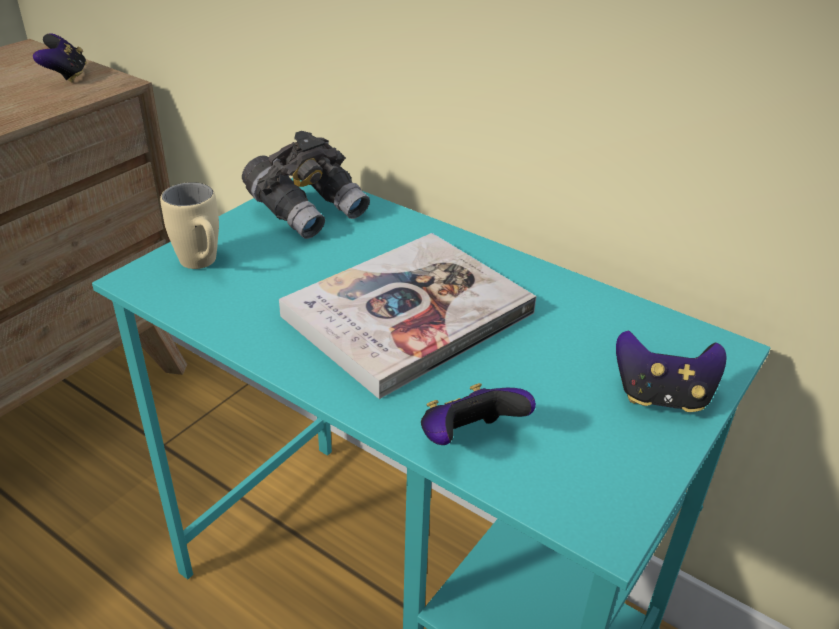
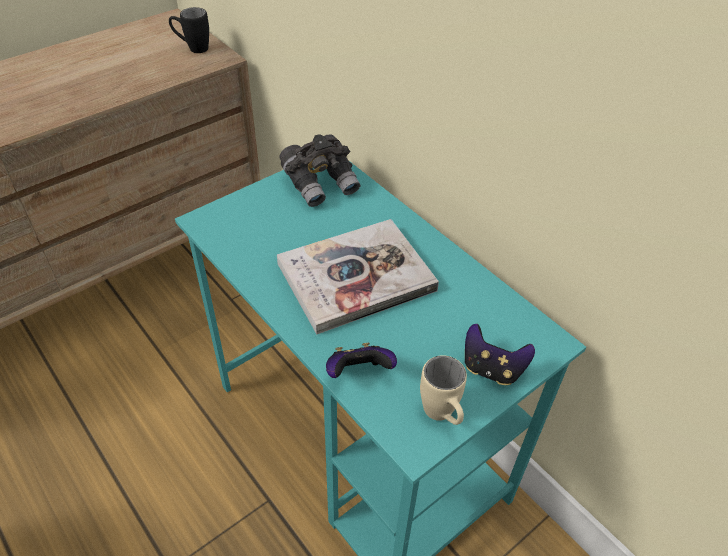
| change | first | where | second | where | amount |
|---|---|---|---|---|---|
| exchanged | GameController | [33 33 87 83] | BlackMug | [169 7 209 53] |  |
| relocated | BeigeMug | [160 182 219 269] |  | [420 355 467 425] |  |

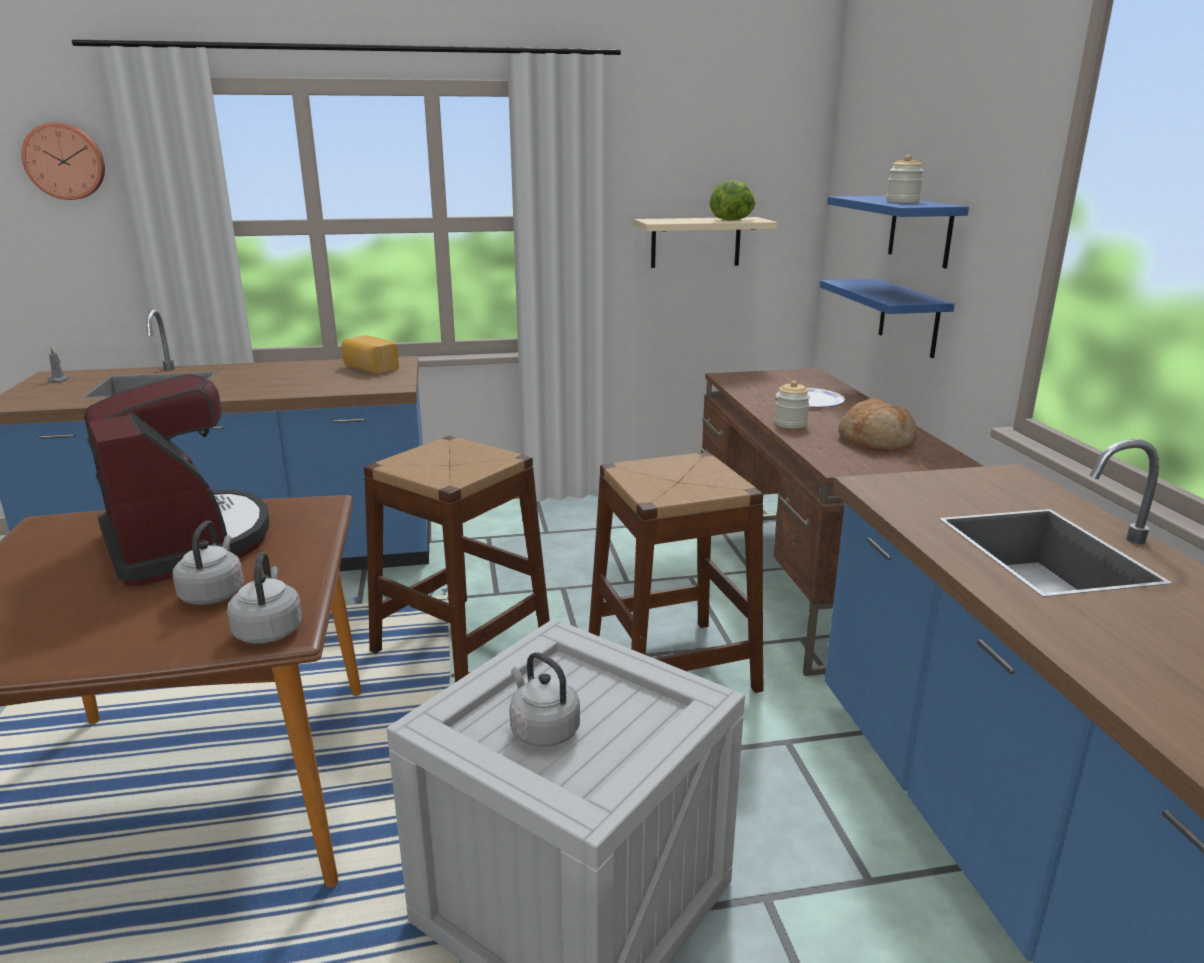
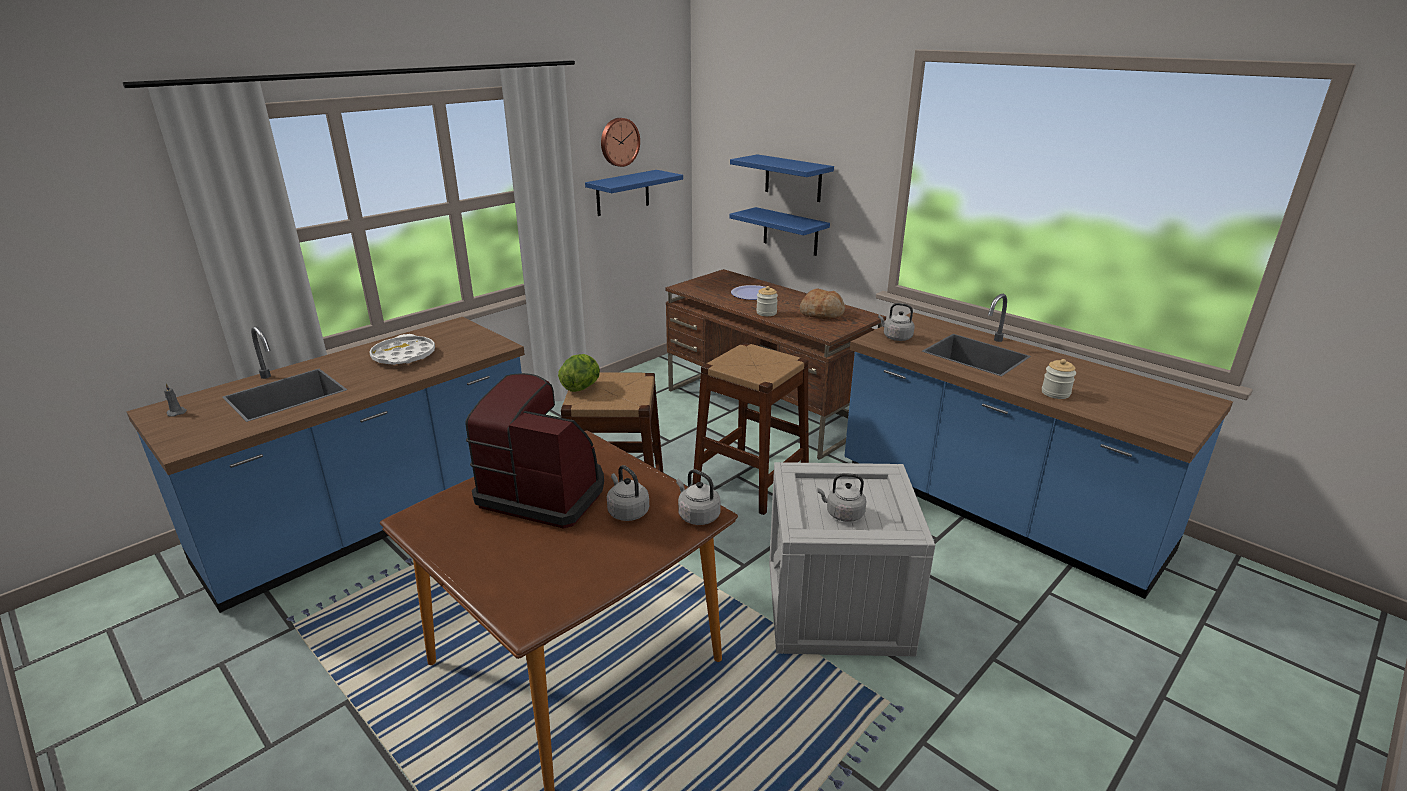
| change | first | where | second | where | amount |
|---|---|---|---|---|---|
| appeared |  |  | WhiteTray | [369 334 435 365] |  |
| relocated | Lettuce | [710 180 756 220] |  | [558 354 600 392] |  |
| colour | BeigeShelf | [634 217 778 268] | BlueShelf | [585 170 683 216] |  |
| relocated | WallClock | [21 123 105 200] |  | [601 118 640 167] |  |
| appeared |  |  | GreyKettle | [878 303 915 341] |  |
| relocated | Jar | [886 155 924 203] |  | [1042 359 1076 399] |  |
| missing | Bread | [342 336 399 374] |  |  |  |

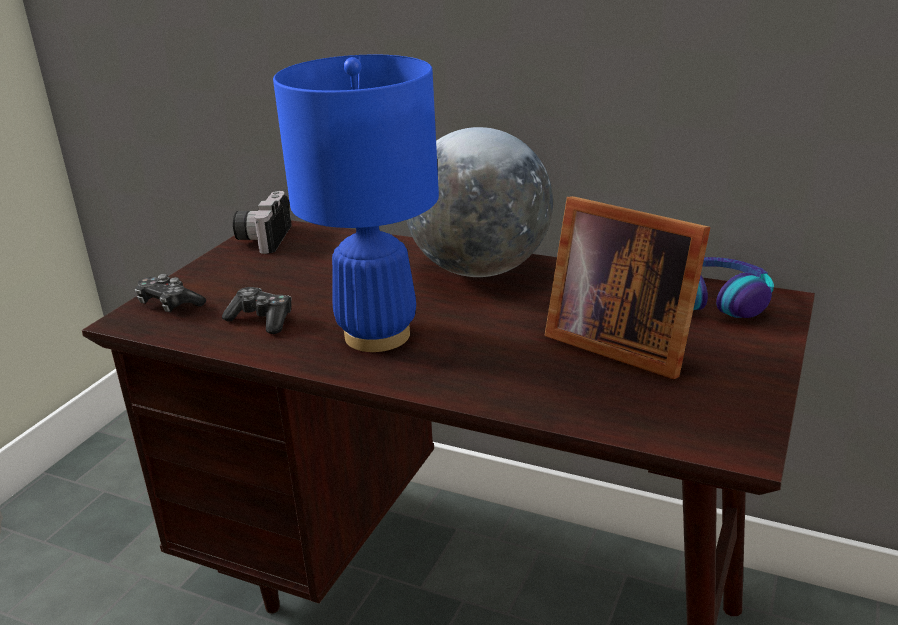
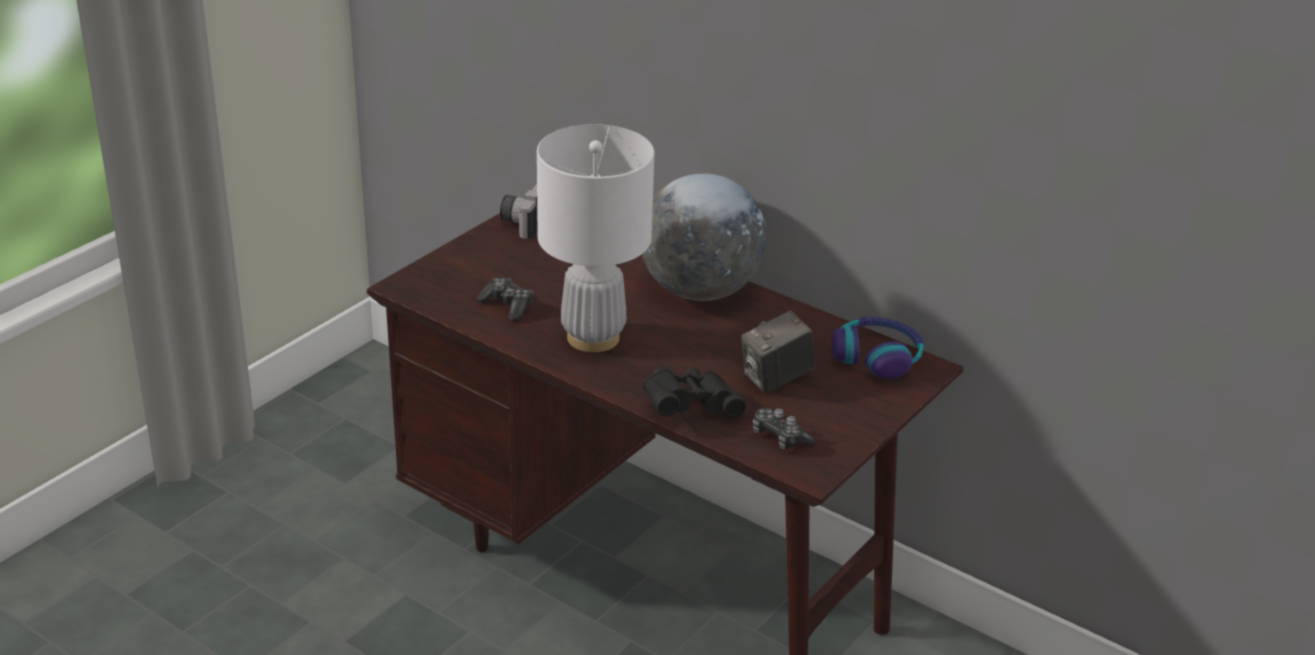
| change | first | where | second | where | amount |
|---|---|---|---|---|---|
| colour | BlueTableLamp | [273 55 439 352] | WhiteTableLamp | [537 124 654 352] |  |
| appeared |  |  | BlackBinoculars | [643 367 746 418] |  |
| exchanged | PictureFrame | [545 196 710 379] | PhotoCamera | [741 310 815 393] |  |
| relocated | GameController | [134 274 206 312] |  | [753 408 816 450] |  |

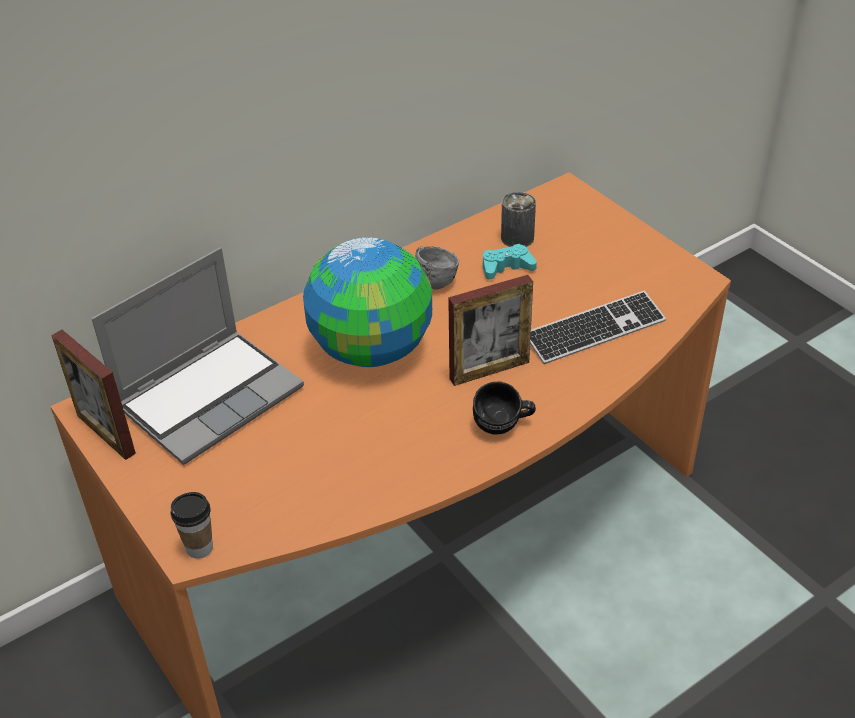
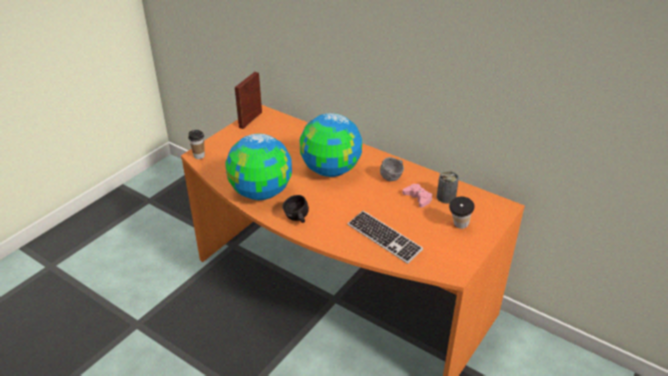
| change | first | where | second | where | amount |
|---|---|---|---|---|---|
| appeared |  |  | Globe | [225 134 292 200] |  |
| colour | TurquoiseGameController | [483 244 537 280] | PinkGameController | [402 184 432 208] |  |
| appeared |  |  | Cup | [449 196 474 229] |  |
| missing | Laptop | [91 247 304 465] |  |  |  |
| missing | PictureFrame | [448 275 533 386] |  |  |  |

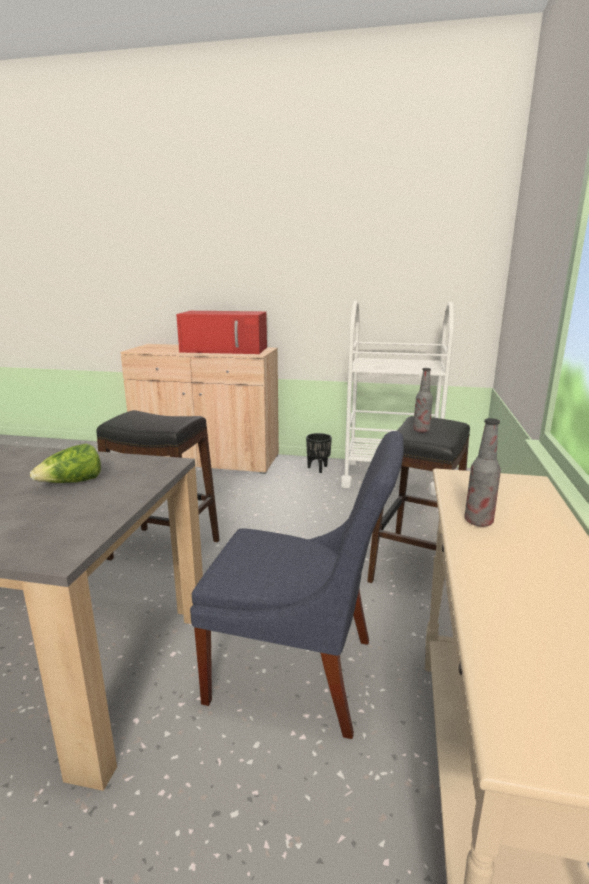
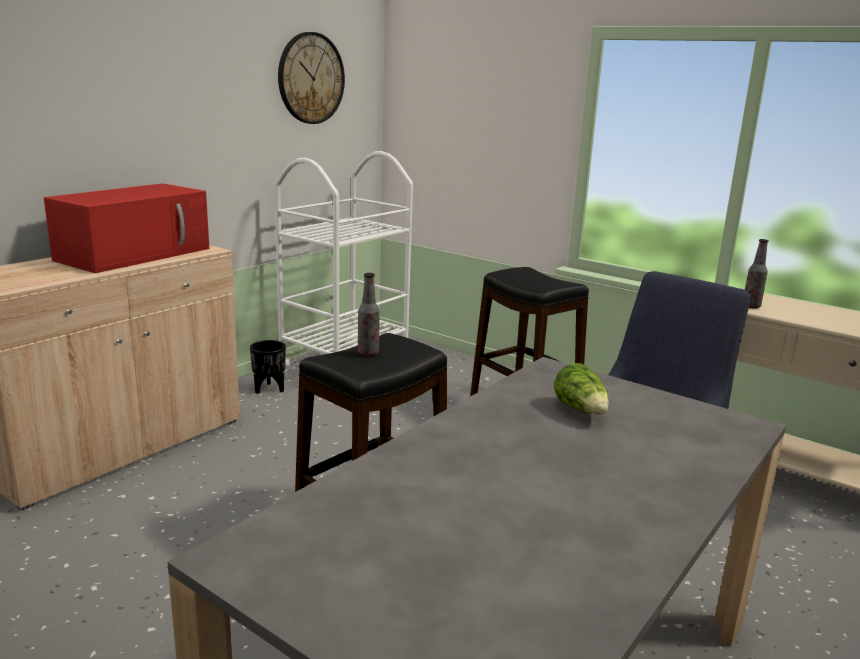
| change | first | where | second | where | amount |
|---|---|---|---|---|---|
| appeared |  |  | WallClock | [278 32 345 124] |  |
| relocated | Bottle | [413 368 433 433] |  | [358 273 380 356] |  |

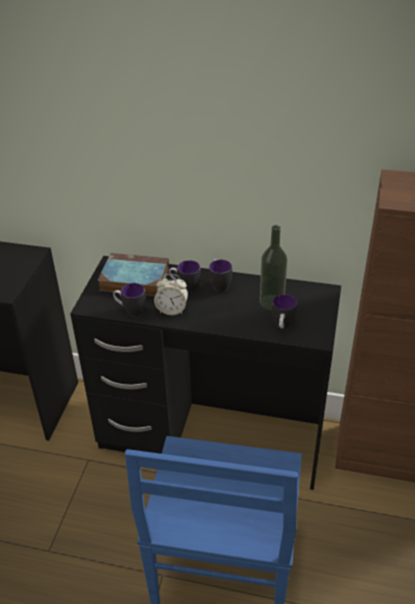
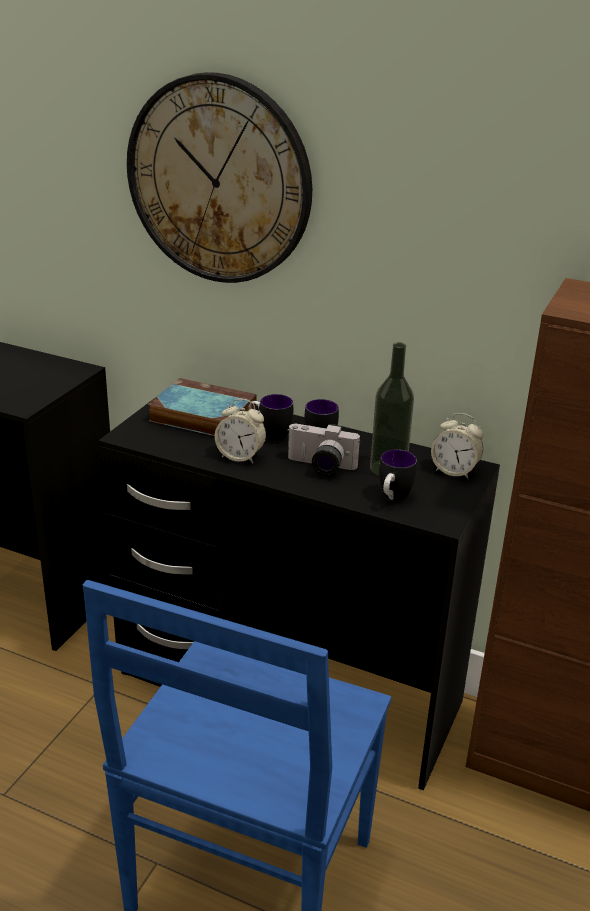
| change | first | where | second | where | amount |
|---|---|---|---|---|---|
| appeared |  |  | WallClock | [127 72 312 283] |  |
| appeared |  |  | PhotoCamera | [287 424 361 476] |  |
| appeared |  |  | AlarmClock | [431 413 484 479] |  |
| missing | Mug | [113 283 146 317] |  |  |  |

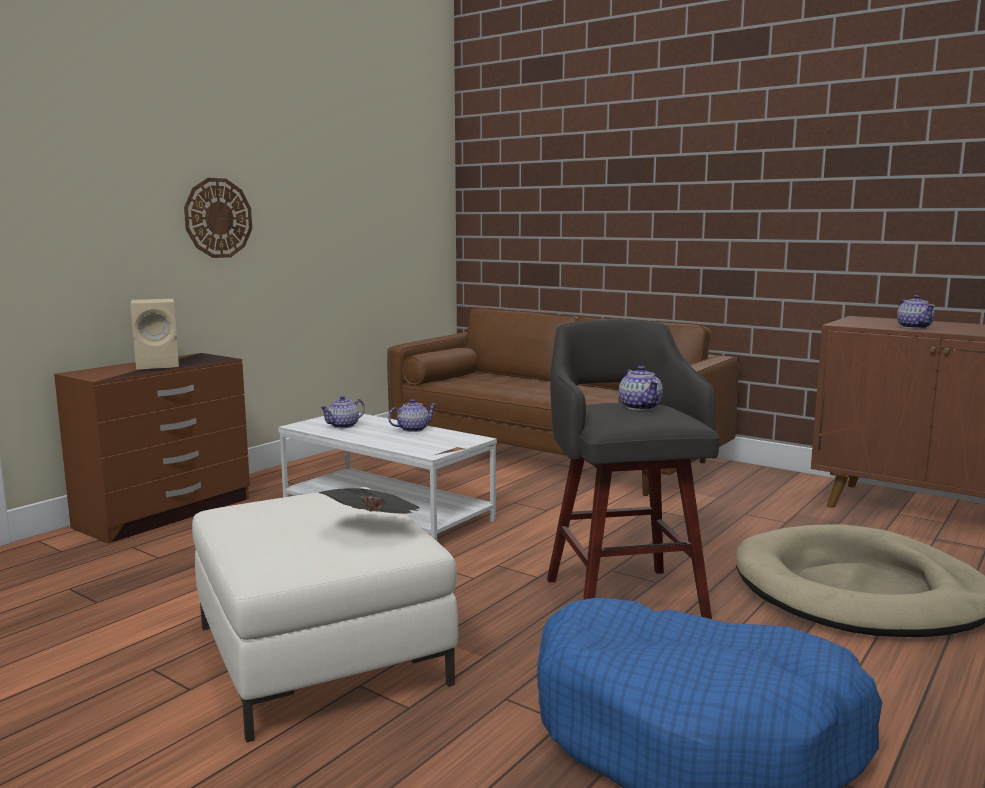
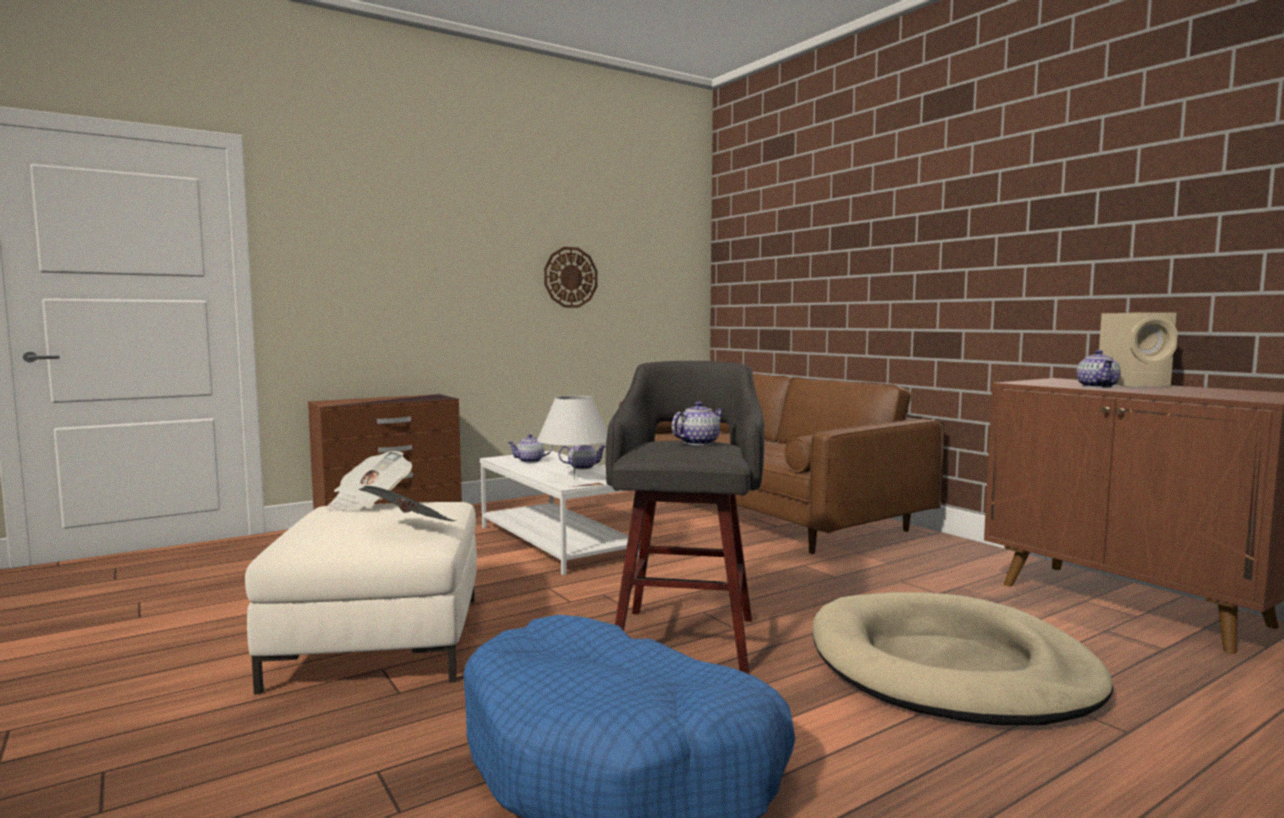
| change | first | where | second | where | amount |
|---|---|---|---|---|---|
| appeared |  |  | Newspaper | [326 451 412 511] |  |
| appeared |  |  | WhiteTableLamp | [537 396 607 479] |  |
| relocated | WallClock | [184 178 252 258] |  | [544 247 598 308] |  |
| spun | Teapot | [619 366 663 411] |  | [671 402 724 445] | 135 degrees counterclockwise |
| relocated | BeigeSpeaker | [130 299 179 369] |  | [1099 313 1178 387] |  |

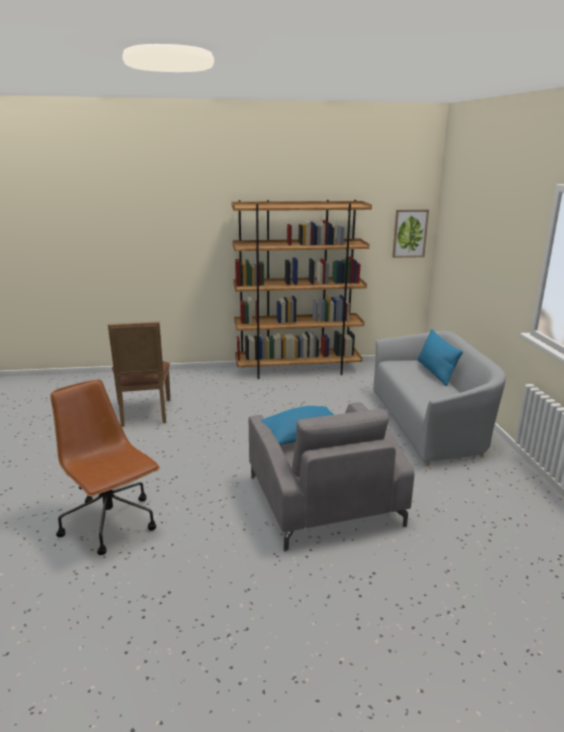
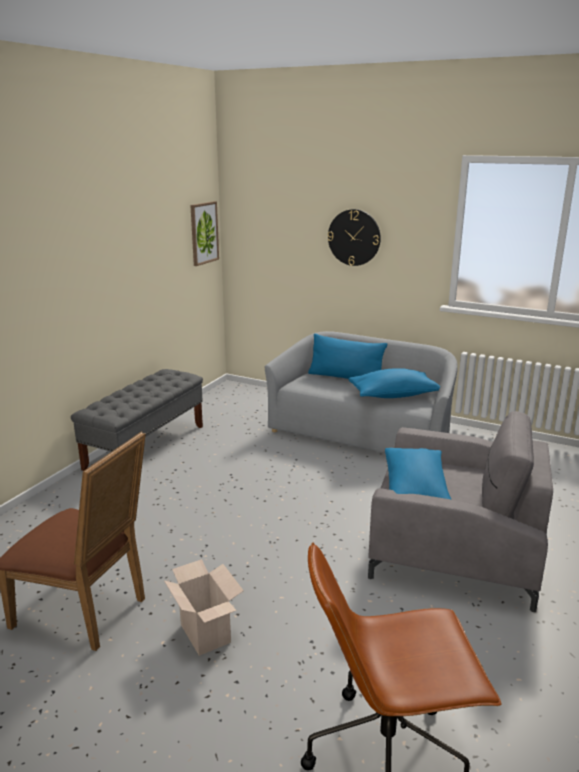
| change | first | where | second | where | amount |
|---|---|---|---|---|---|
| exchanged | BrownBookcase | [232 200 372 379] | GreyBench | [71 369 203 471] |  |
| appeared |  |  | CardboardBox | [164 559 244 656] |  |
| appeared |  |  | WallClock | [328 209 381 266] |  |
| appeared |  |  | BluePillow | [348 368 440 398] |  |

